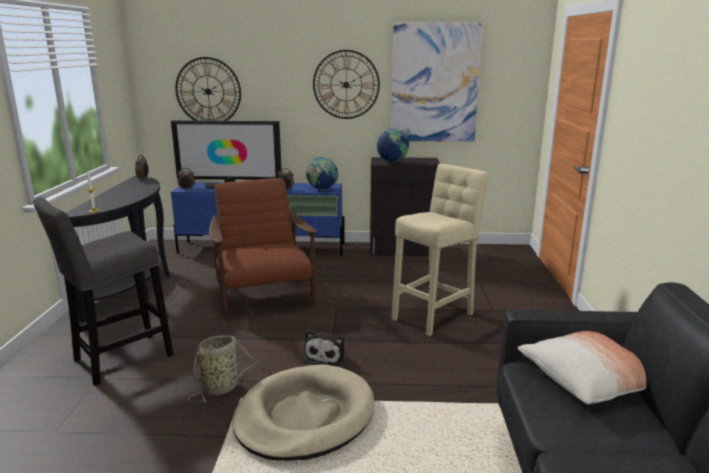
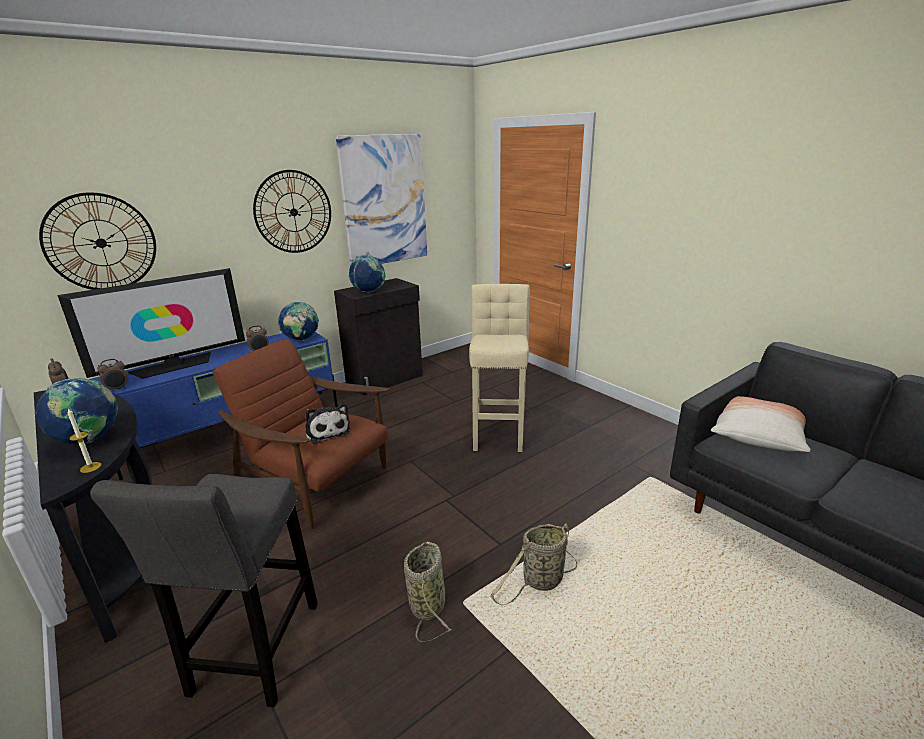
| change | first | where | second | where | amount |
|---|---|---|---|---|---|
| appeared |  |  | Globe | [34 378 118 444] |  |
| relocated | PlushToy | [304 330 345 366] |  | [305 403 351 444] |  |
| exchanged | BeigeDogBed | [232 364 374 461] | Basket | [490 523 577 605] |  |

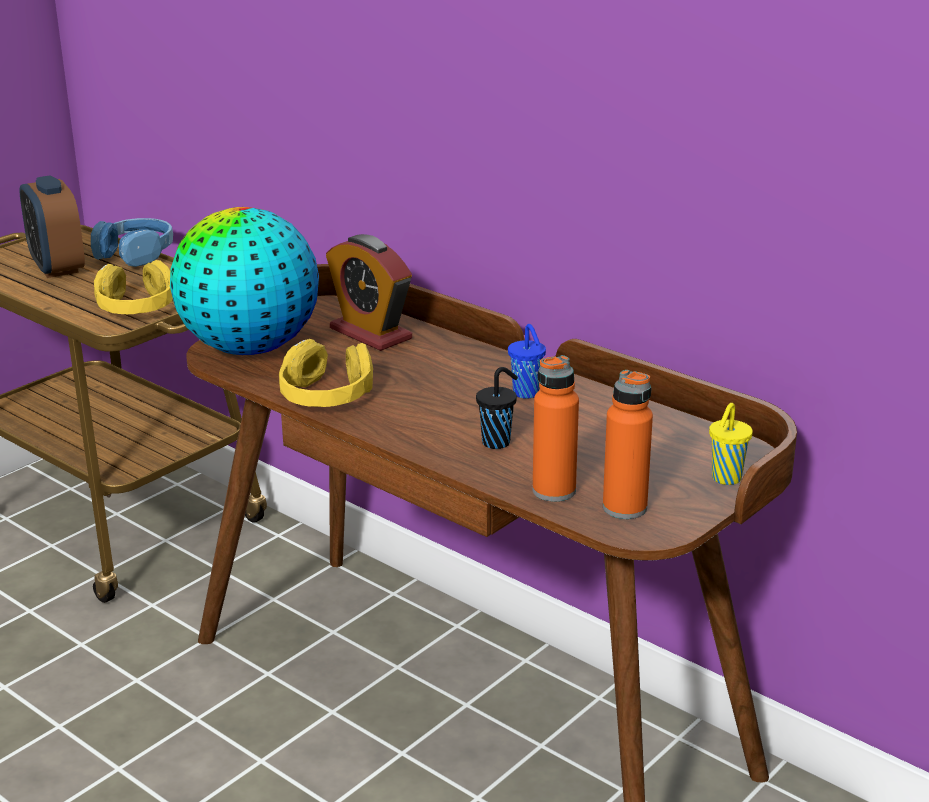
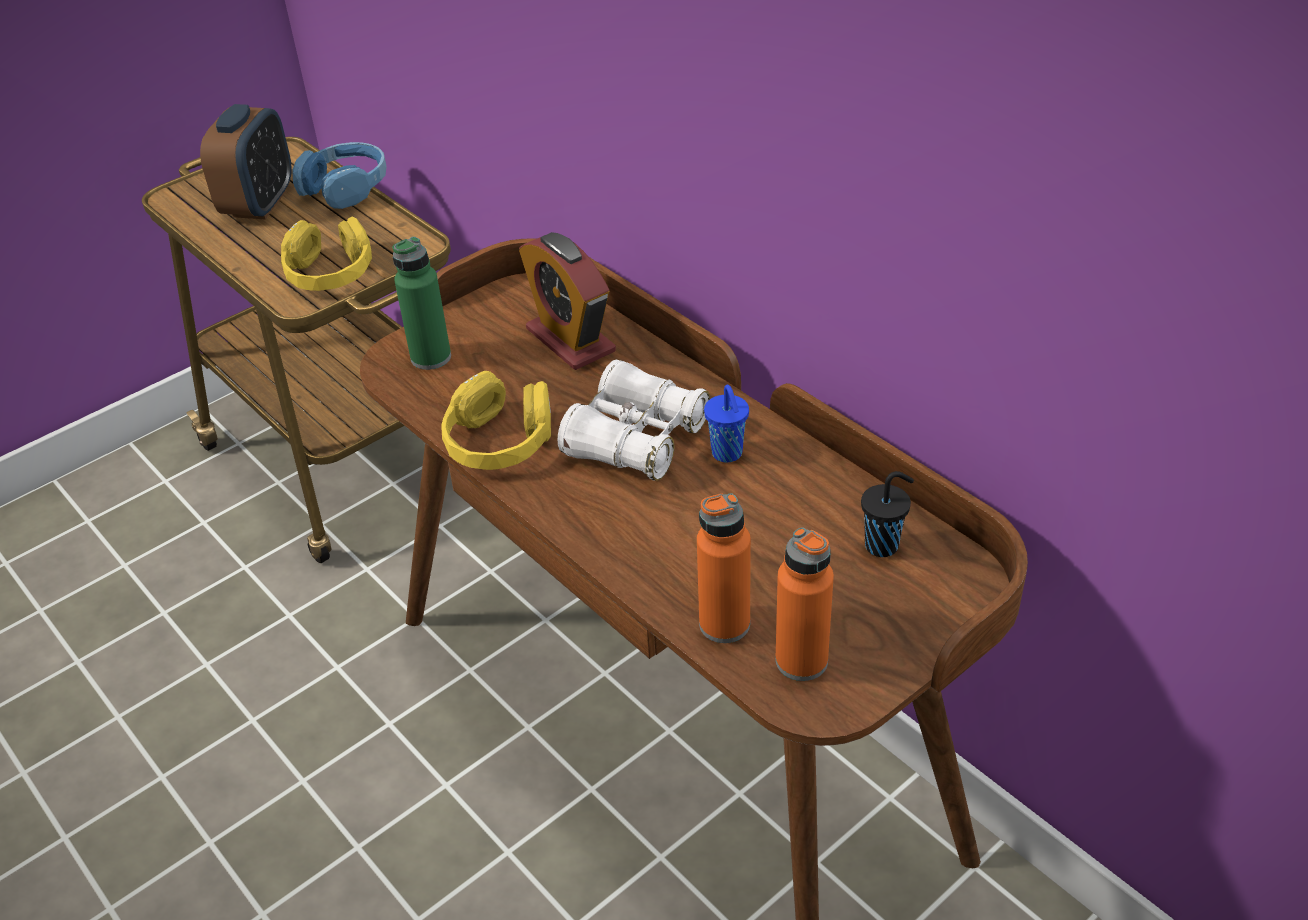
| change | first | where | second | where | amount |
|---|---|---|---|---|---|
| spun | AlarmClock | [20 176 85 278] |  | [200 104 292 219] | 150 degrees counterclockwise |
| exchanged | Globe | [170 207 319 355] | GreenBottle | [392 237 451 370] |  |
| appeared |  |  | WhiteBinoculars | [557 360 710 481] |  |
| relocated | BlackCup | [476 367 518 449] |  | [861 471 914 557] |  |
| missing | YellowCup | [709 403 753 485] |  |  |  |

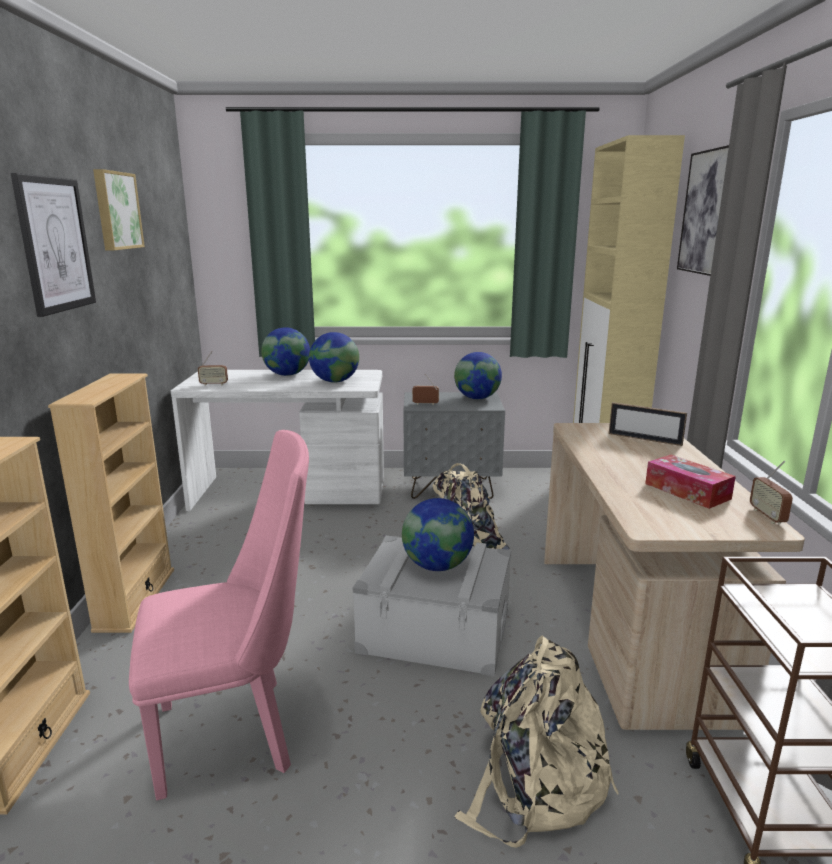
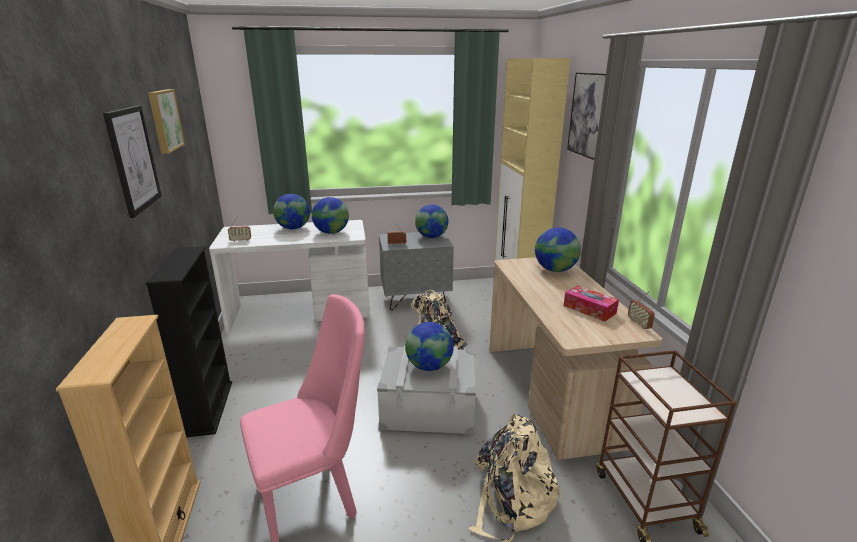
| change | first | where | second | where | amount |
|---|---|---|---|---|---|
| colour | BeigeBookcase | [48 373 174 633] | BlackBookcase | [145 246 232 437] |  |
| exchanged | PictureFrame | [609 402 687 446] | Globe | [535 228 581 272] |  |

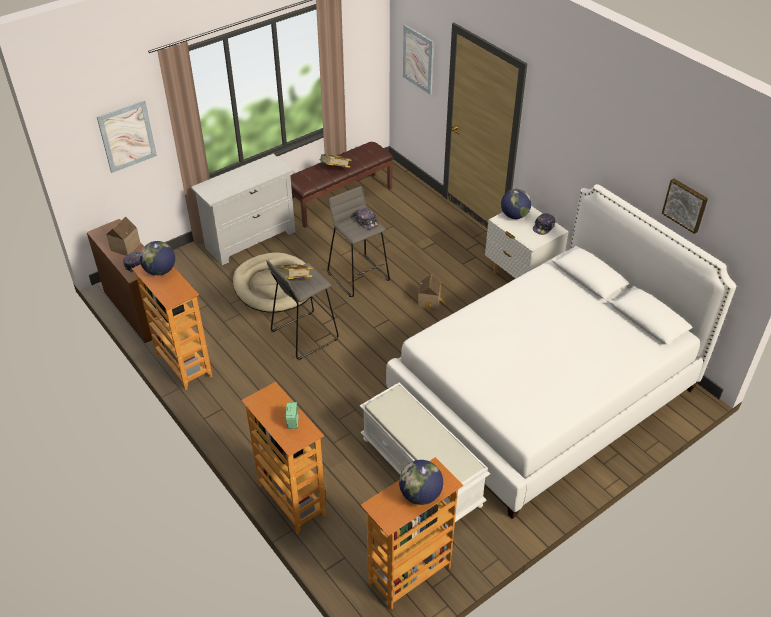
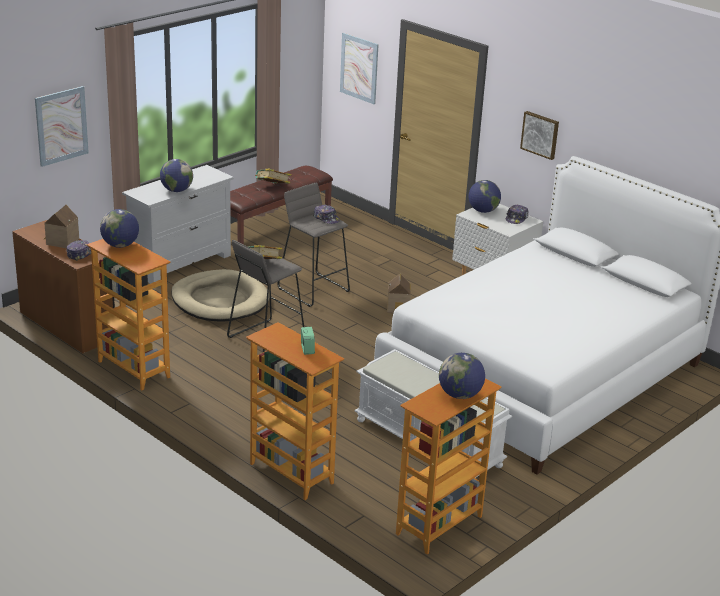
| change | first | where | second | where | amount |
|---|---|---|---|---|---|
| appeared |  |  | Globe | [160 159 193 192] |  |
| relocated | Picture | [662 178 708 234] |  | [520 111 559 160] |  |

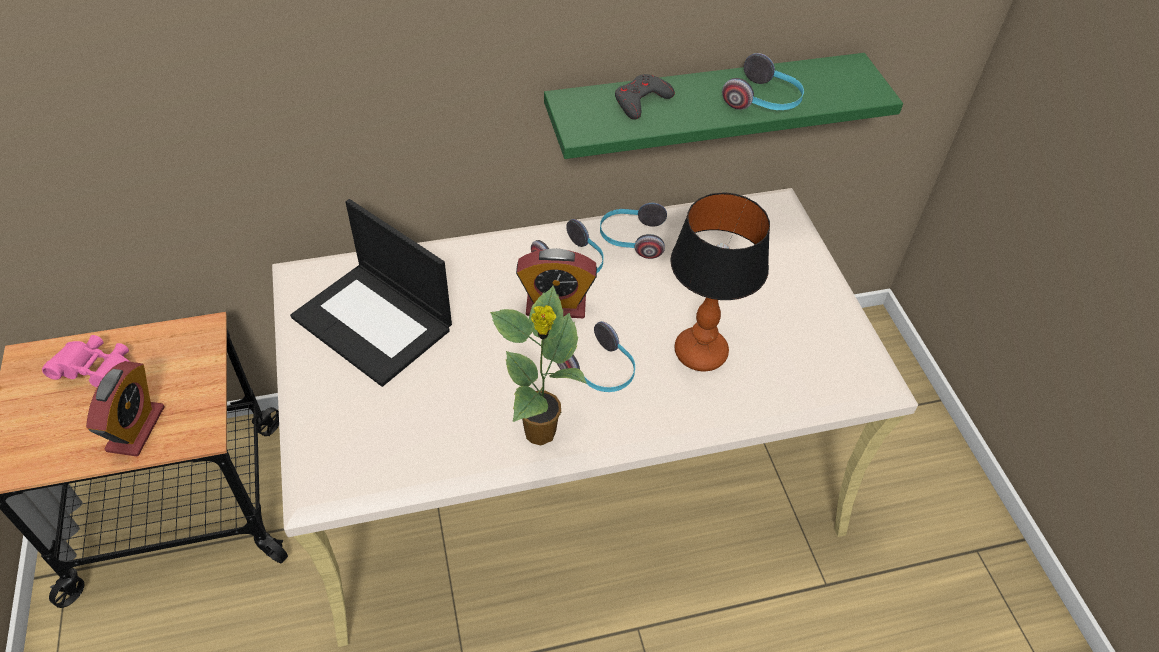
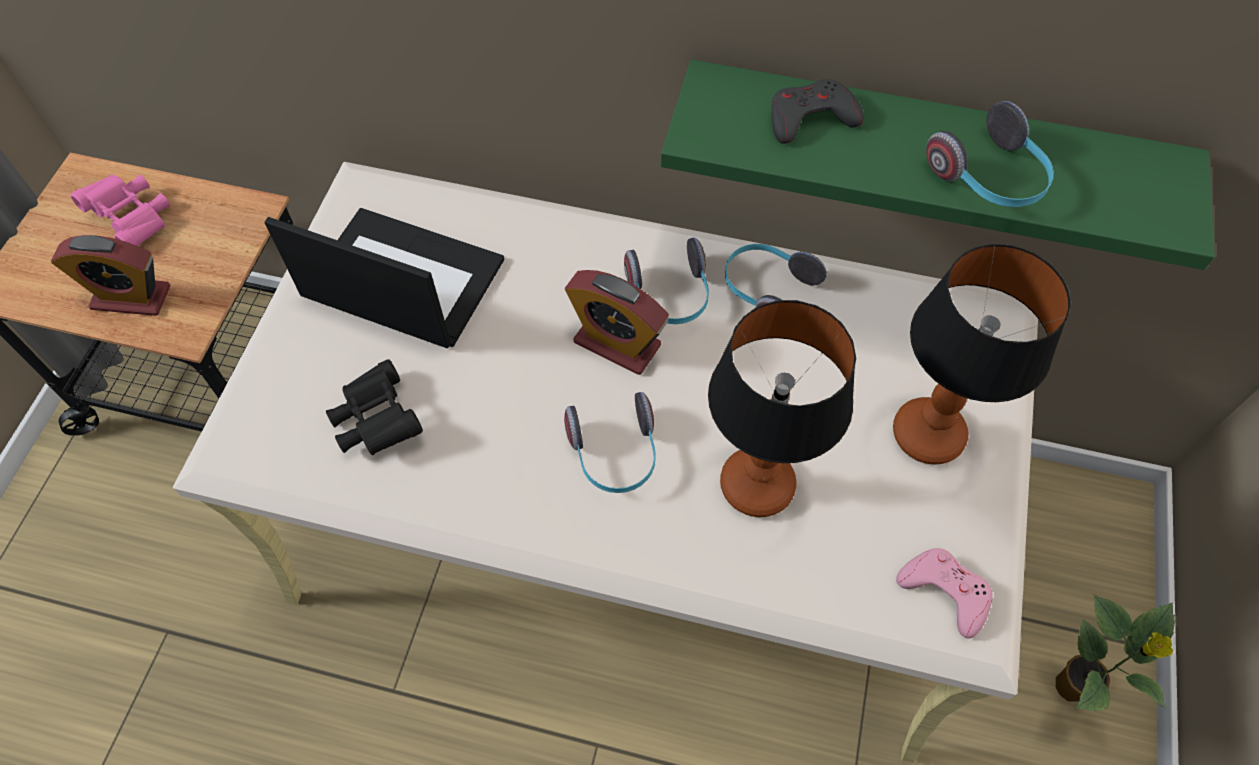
| change | first | where | second | where | amount |
|---|---|---|---|---|---|
| spun | AlarmClock | [86 361 165 456] |  | [51 235 170 316] | 60 degrees clockwise |
| spun | Laptop | [290 199 452 387] |  | [265 208 504 348] | 135 degrees clockwise |
| appeared |  |  | BlackBinoculars | [326 359 423 455] |  |
| appeared |  |  | TableLamp | [893 244 1071 465] |  |
| appeared |  |  | PinkGameController | [896 548 993 639] |  |
| relocated | PottedPlant | [490 286 587 445] |  | [1056 595 1175 711] |  |

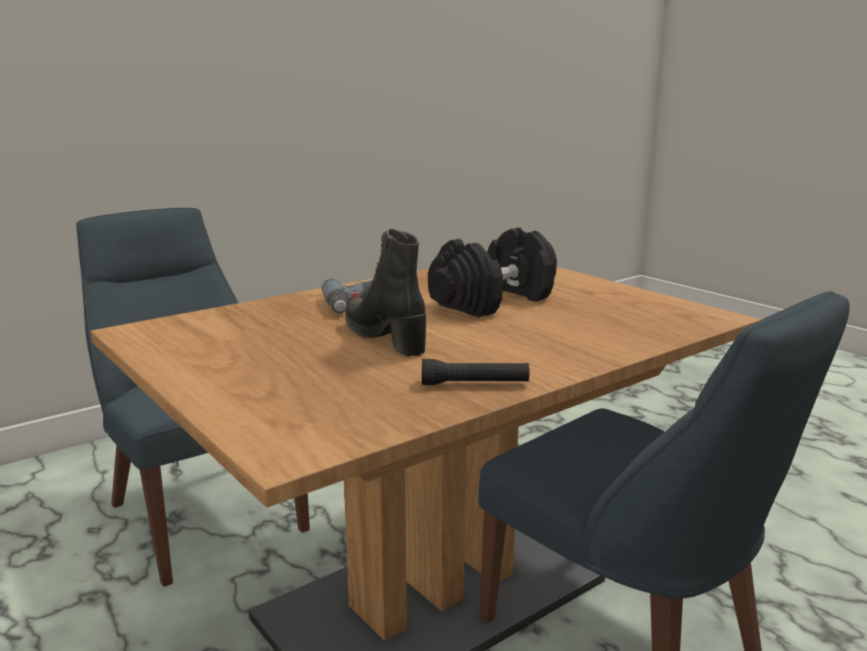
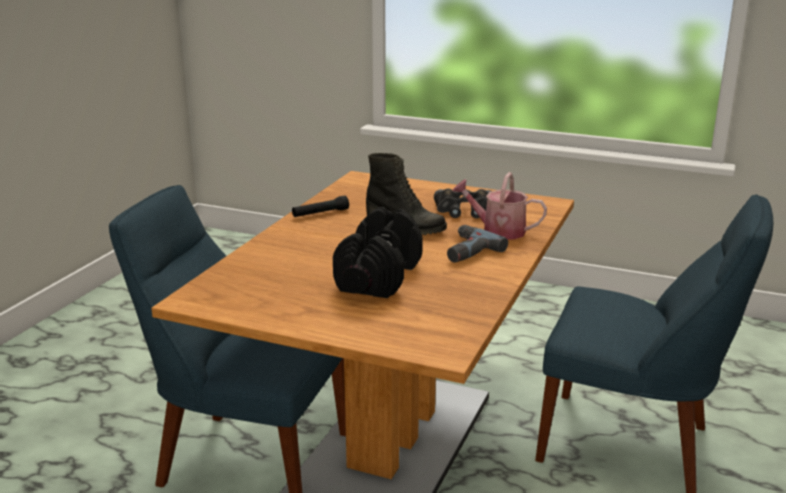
| change | first | where | second | where | amount |
|---|---|---|---|---|---|
| appeared |  |  | BlackBinoculars | [434 189 491 219] |  |
| appeared |  |  | WateringCan | [452 172 547 240] |  |

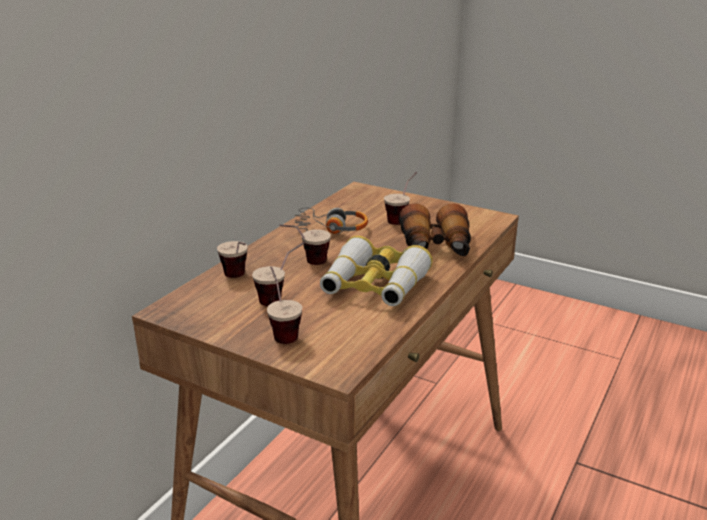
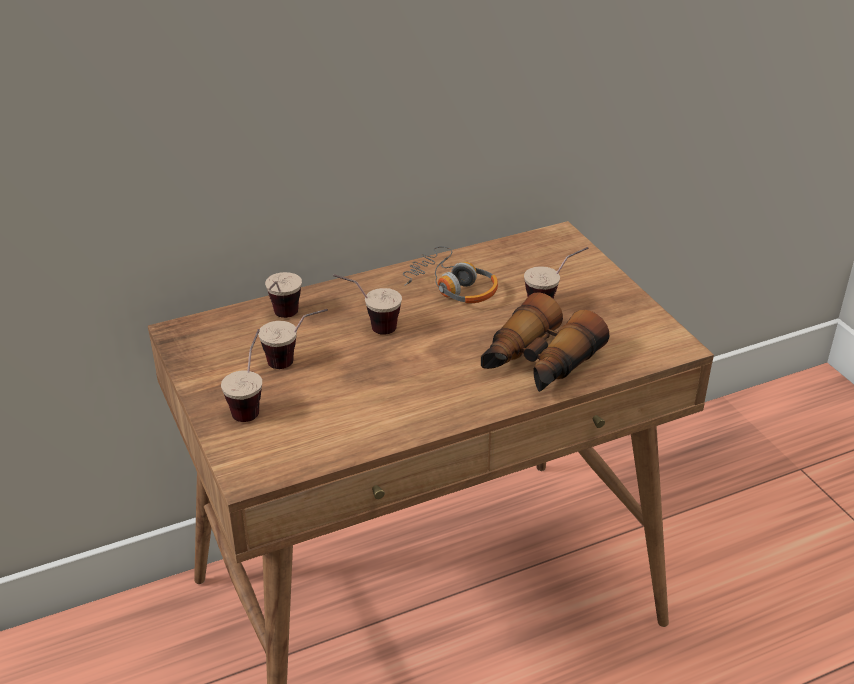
| change | first | where | second | where | amount |
|---|---|---|---|---|---|
| missing | Binoculars | [320 236 433 306] |  |  |  |

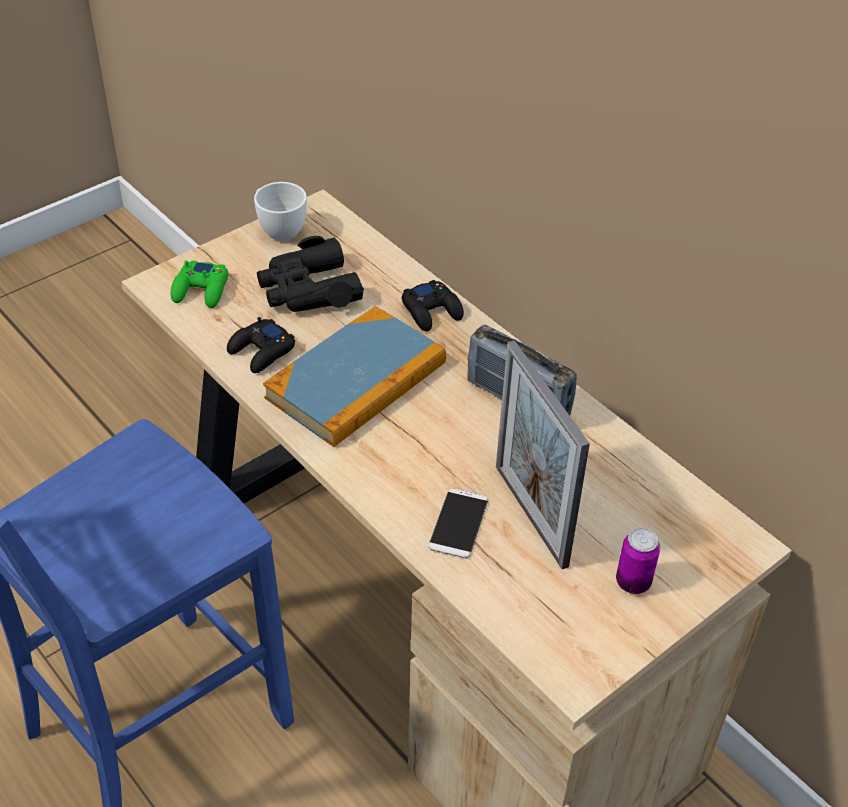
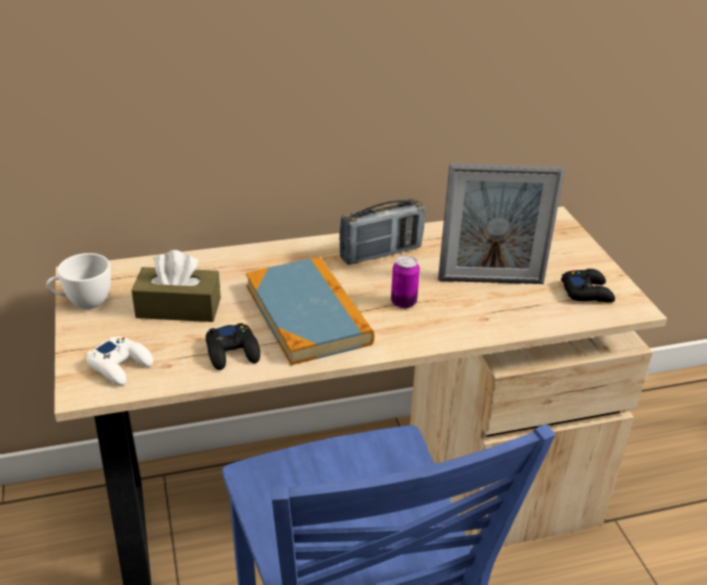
| change | first | where | second | where | amount |
|---|---|---|---|---|---|
| colour | GreenGameController | [170 260 228 308] | WhiteGameController | [86 336 153 385] |  |
| exchanged | BlackBinoculars | [257 236 364 312] | BrownTissueBox | [131 250 221 322] |  |
| relocated | Can | [616 528 660 594] |  | [391 255 420 309] |  |
| relocated | BlackGameController | [402 280 464 331] |  | [561 269 615 303] |  |
| missing | Phone | [429 488 488 558] |  |  |  |

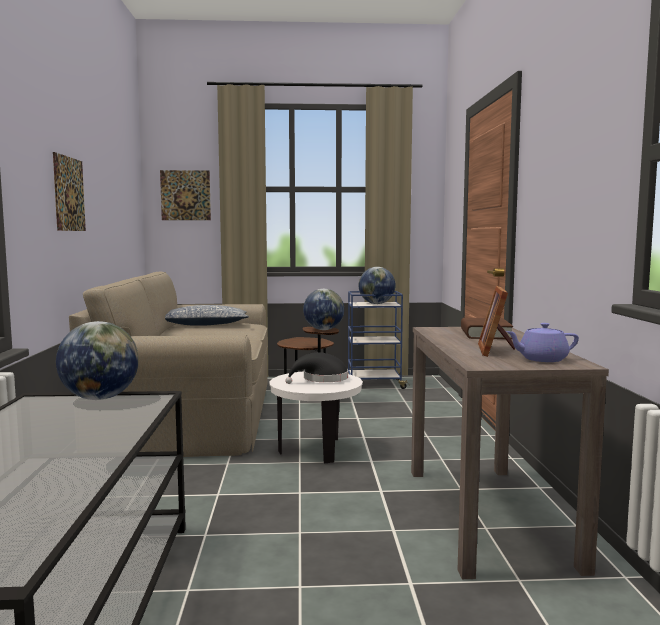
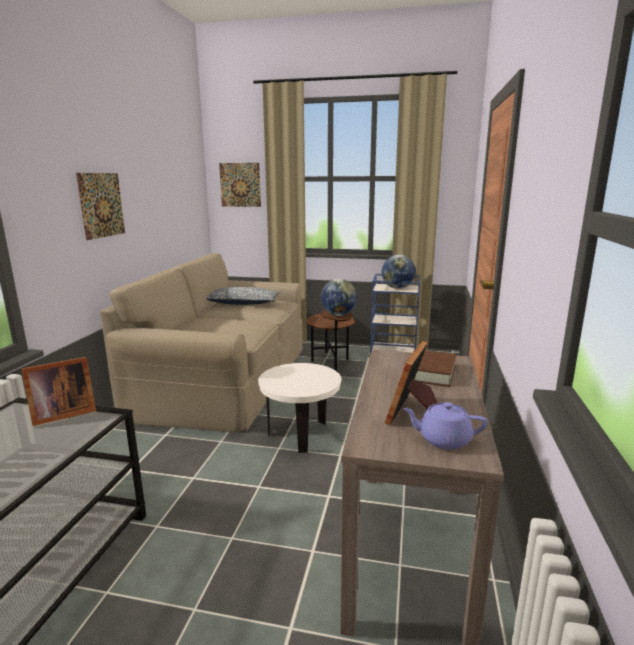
| change | first | where | second | where | amount |
|---|---|---|---|---|---|
| exchanged | Globe | [56 321 139 400] | PictureFrame | [21 357 96 426] |  |
| missing | BlackHat | [285 352 348 384] |  |  |  |

